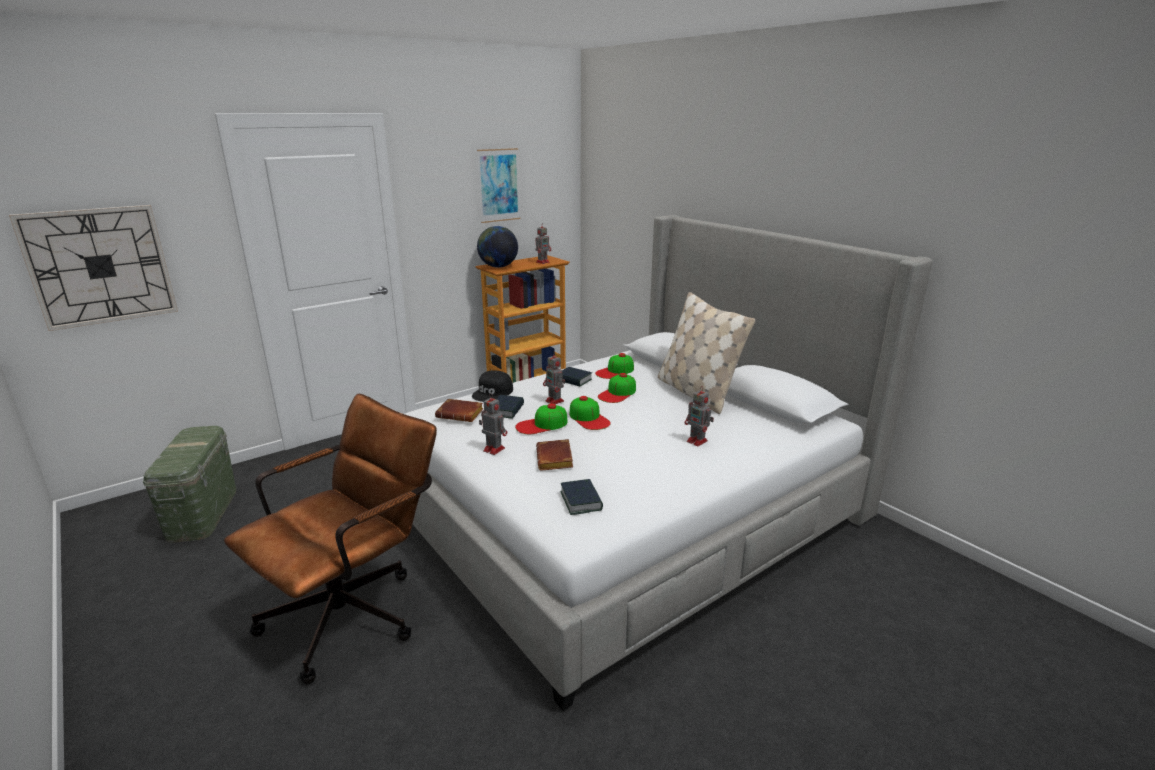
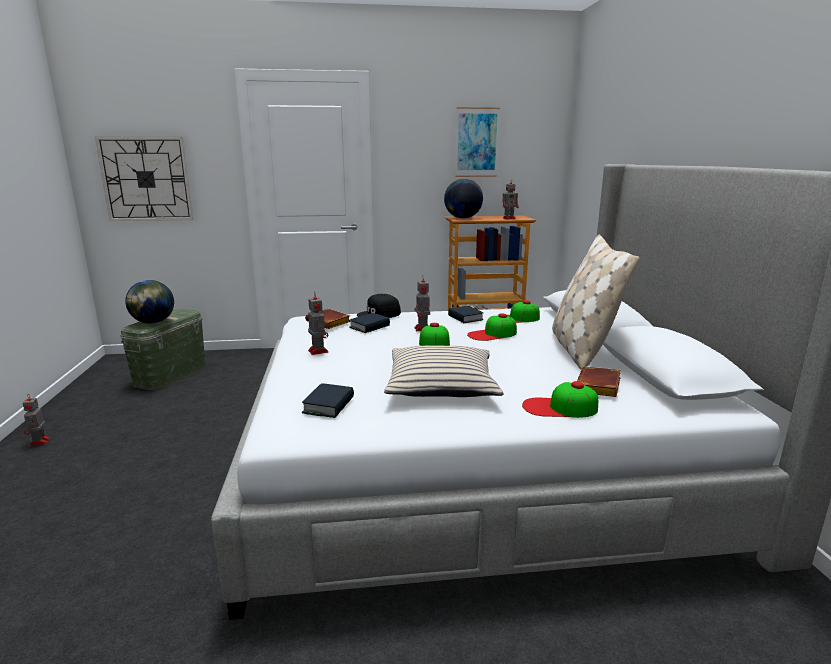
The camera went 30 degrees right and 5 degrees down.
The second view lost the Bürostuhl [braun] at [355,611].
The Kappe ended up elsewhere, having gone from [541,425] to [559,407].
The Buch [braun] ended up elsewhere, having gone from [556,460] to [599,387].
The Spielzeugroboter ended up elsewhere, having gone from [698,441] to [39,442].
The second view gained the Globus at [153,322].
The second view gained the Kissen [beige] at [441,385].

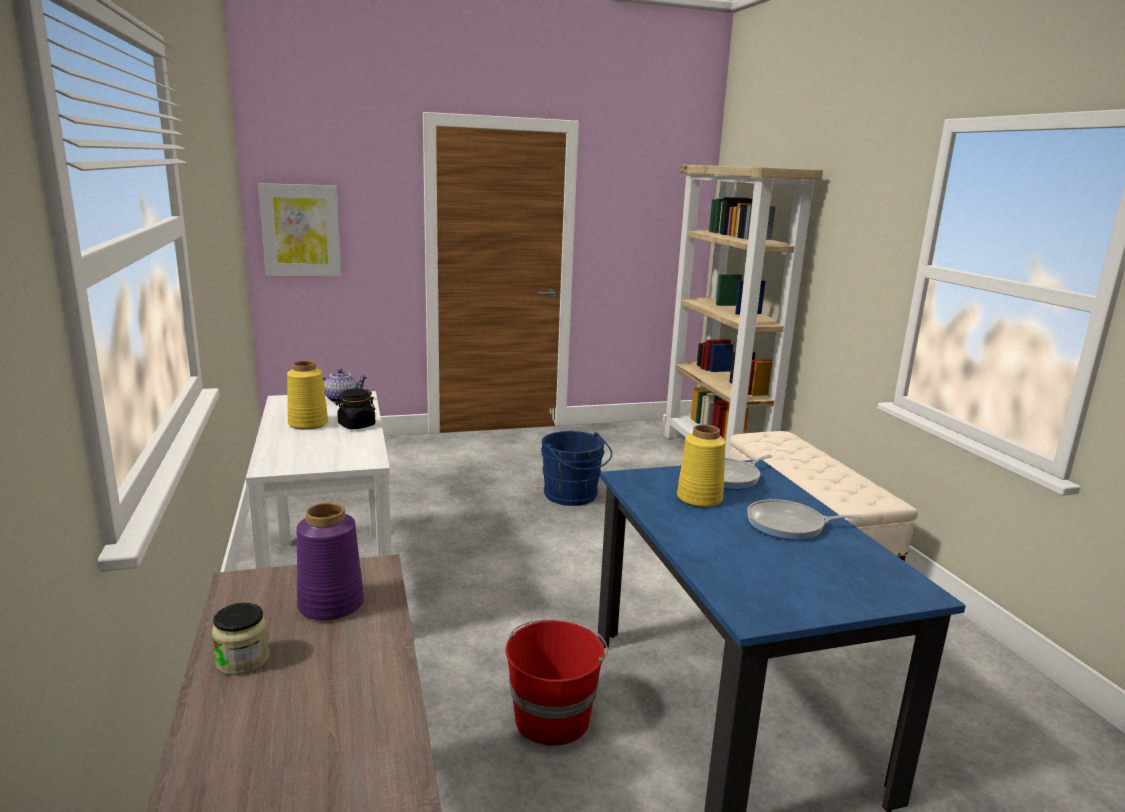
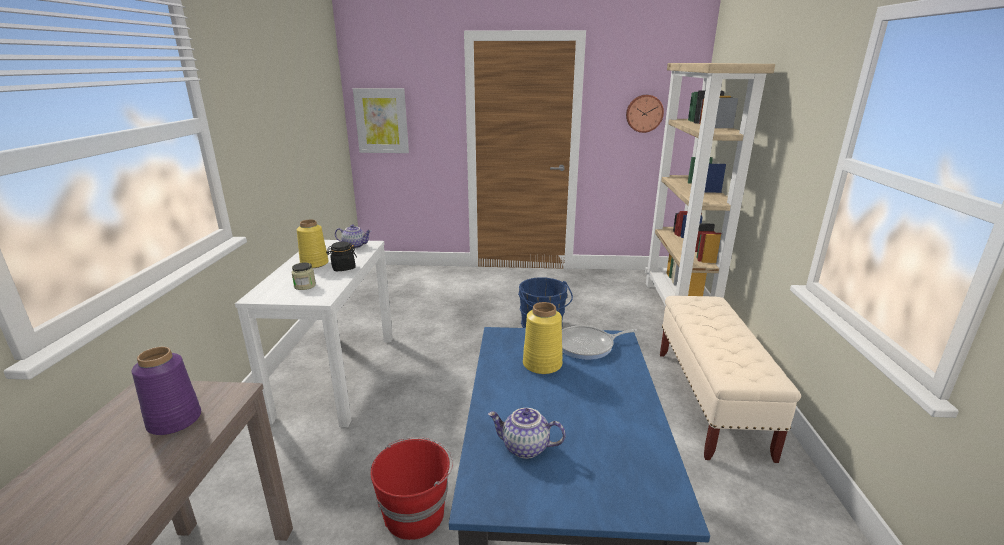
The camera went 20 degrees right and 5 degrees up.
The Vorratsglas ended up elsewhere, having gone from [243,660] to [305,286].
The second view lost the Pfanne at [789,525].
The second view gained the Teekanne at [524,448].
The second view gained the Wanduhr at [644,113].

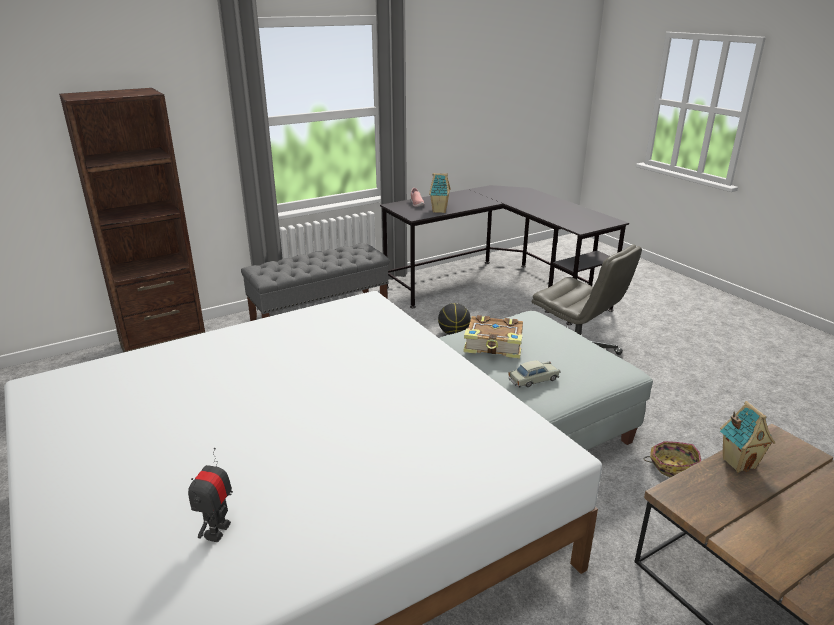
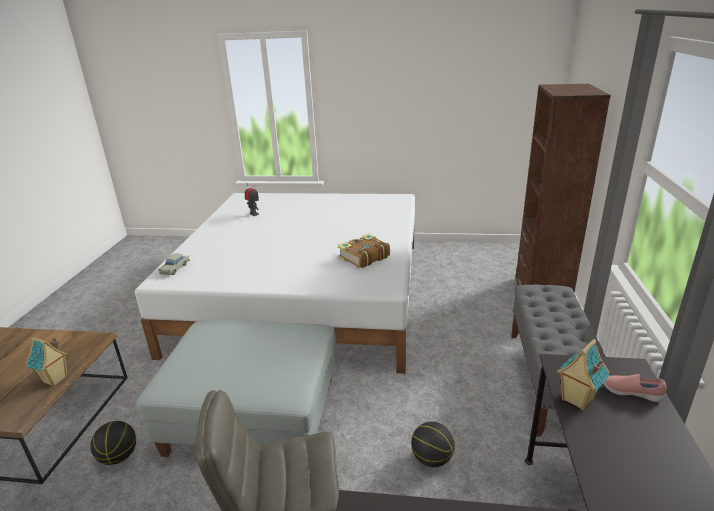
The camera went 130 degrees right and 0 degrees up.
The Buch ended up elsewhere, having gone from [494,345] to [363,257].
The Spielzeugauto [beige] ended up elsewhere, having gone from [533,379] to [175,268].
Where the Korb stood at [673,466], the Basketball came to stand at [118,457].

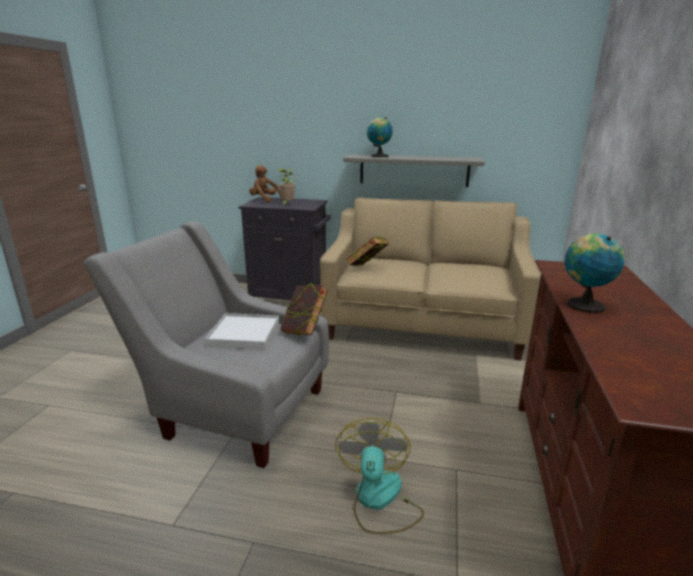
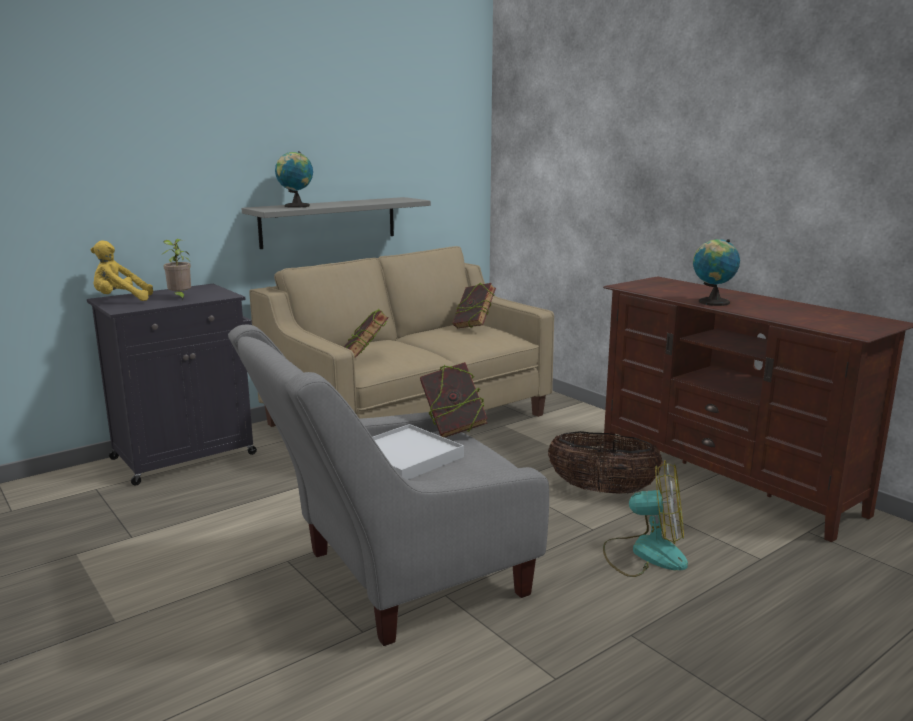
The camera went 50 degrees left and 5 degrees down.
What was the Plüschtier [braun] at [265,200] turned into the Plüschtier [gelb] at [120,300].
The Ventilator at [379,500] ended up facing another way, 150 degrees clockwise from before.
The second view gained the Buch at [474,327].
The second view gained the Korb at [602,490].

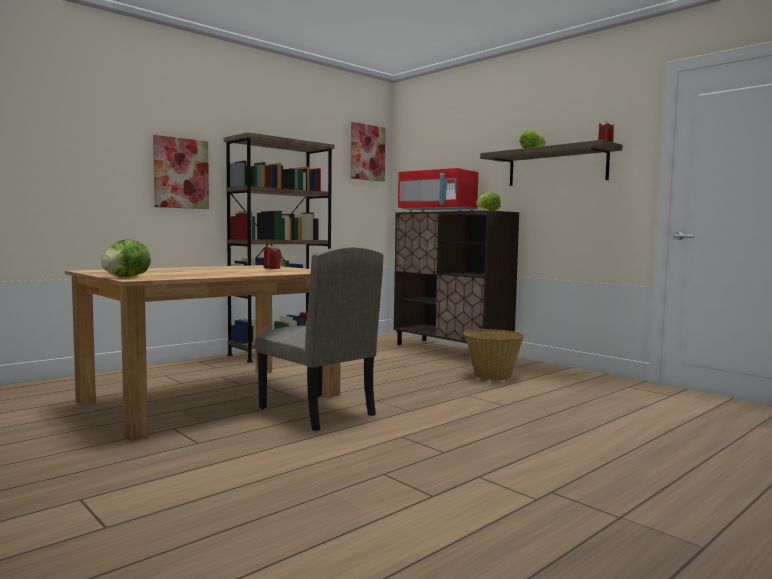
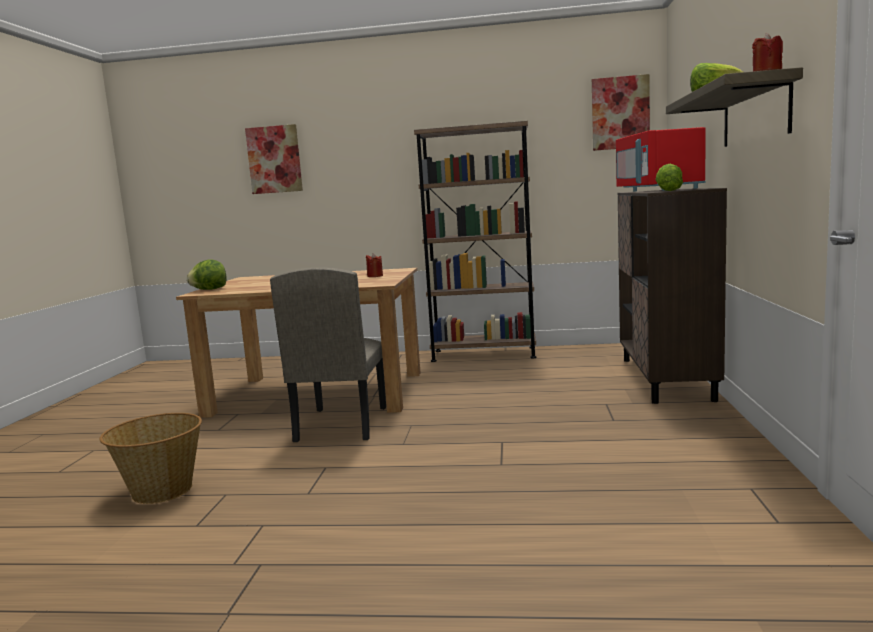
The camera went 50 degrees right and 5 degrees up.
The Bild ended up elsewhere, having gone from [181,173] to [274,159].
The Korb ended up elsewhere, having gone from [492,376] to [161,490].

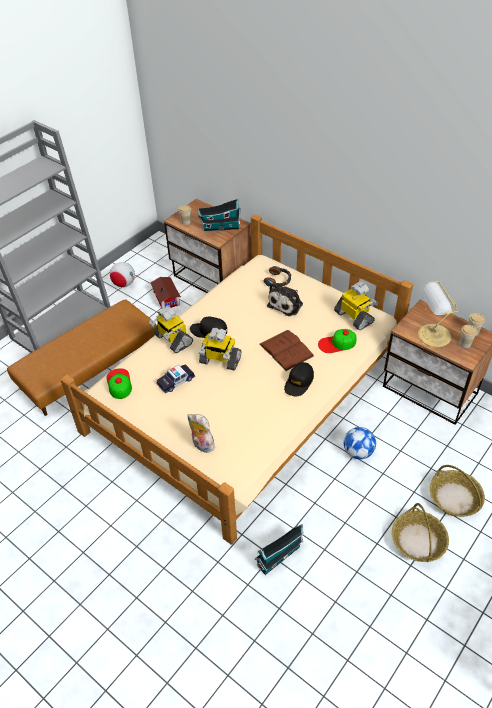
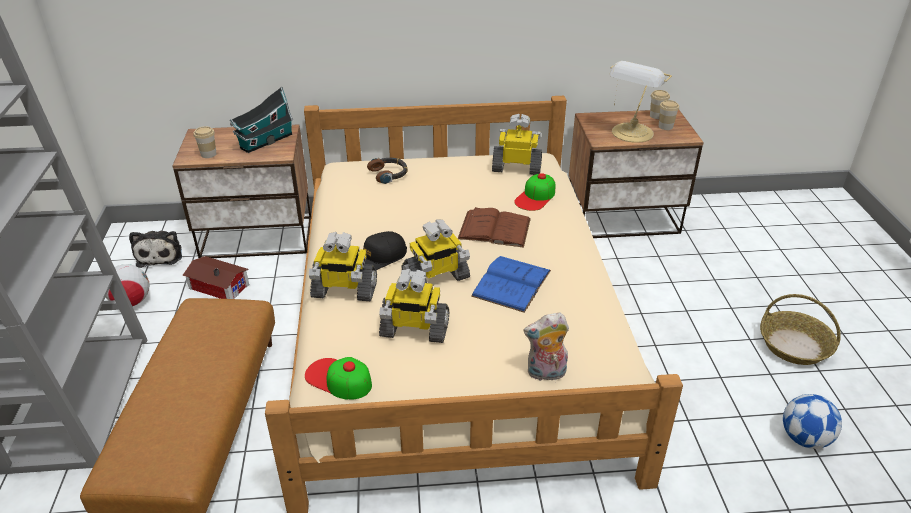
The camera went 45 degrees left and 10 degrees down.
Where the Spielzeugauto stood at [176,381], the Spielzeugroboter came to stand at [414,330].
The second view lost the Spielzeughaus at [280,555].
The Plüschtier ended up elsewhere, having gone from [286,304] to [160,255].
The second view lost the Kappe [schwarz] at [299,382].
The Fußball ended up elsewhere, having gone from [358,452] to [804,438].
The second view lost the Korb at [454,498].
The second view gained the Buch [blau] at [511,283].

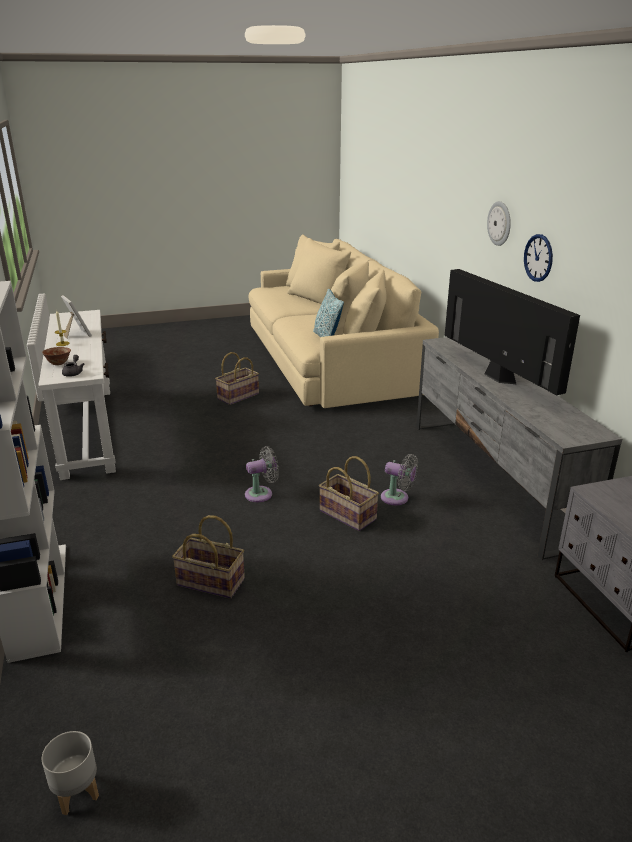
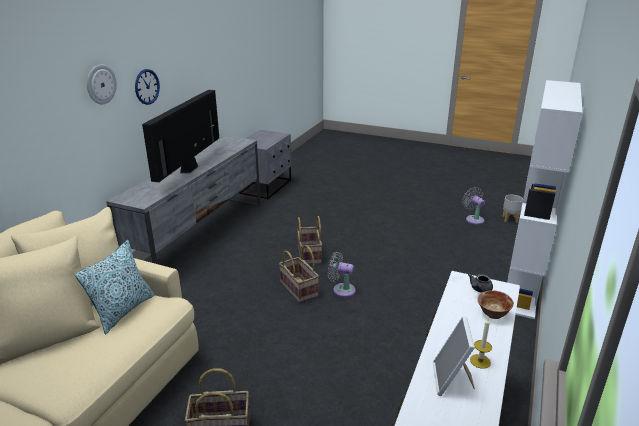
The camera went 140 degrees left and 0 degrees up.
The Korb ended up elsewhere, having gone from [210,582] to [299,289].
The Ventilator [grau] ended up elsewhere, having gone from [397,498] to [473,219].

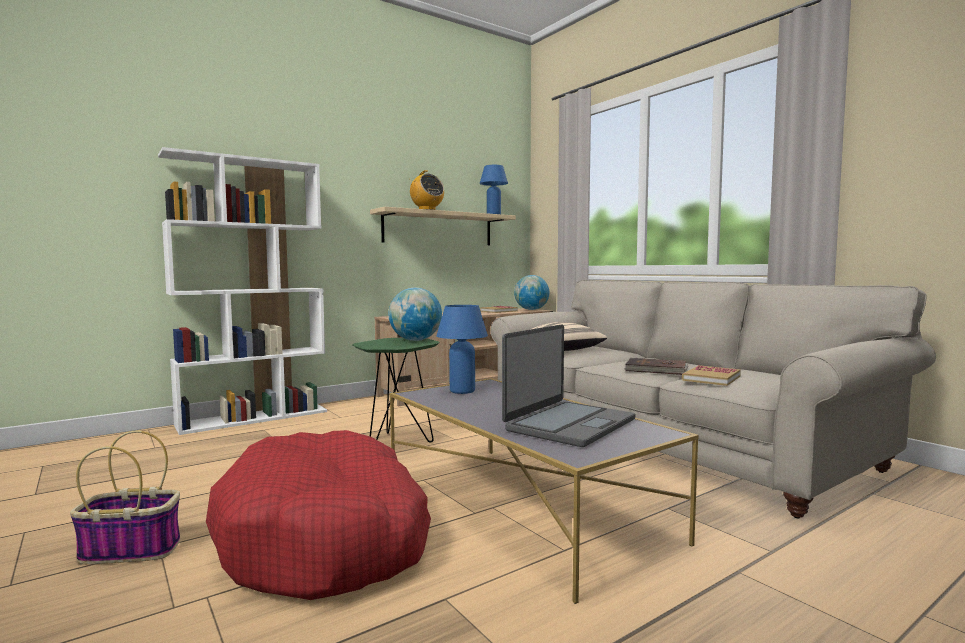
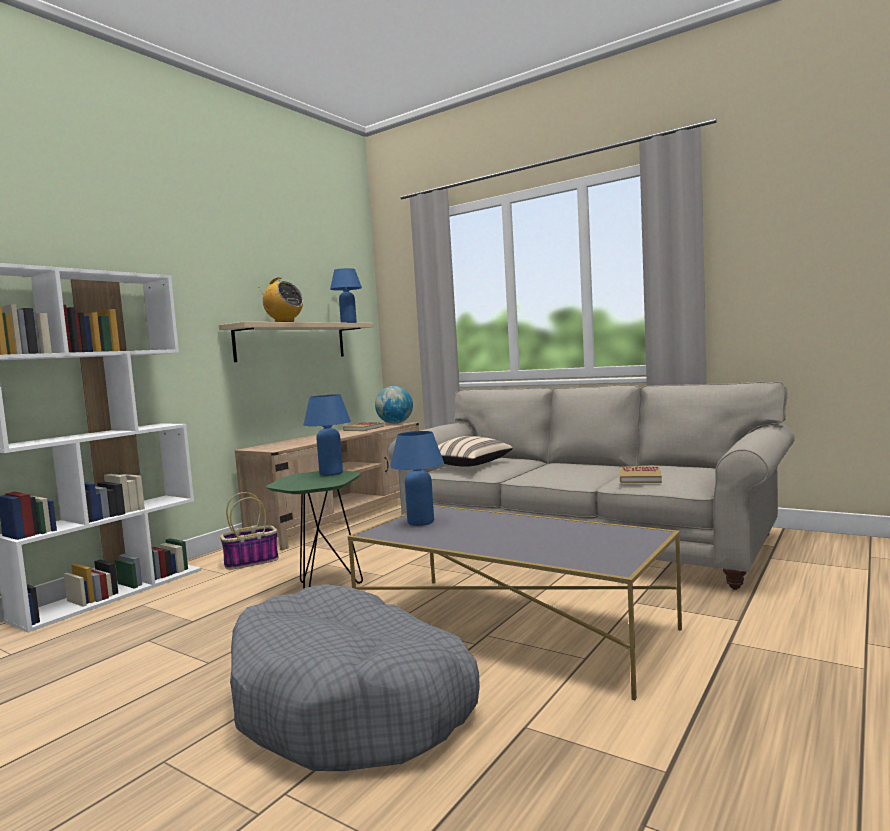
The camera went 20 degrees left and 0 degrees up.
The Korb ended up elsewhere, having gone from [133,550] to [252,561].
What was the Hundebett [rot] at [326,537] turned into the Hundebett [grau] at [351,702].
Where the Globus stood at [415,340], the Tischlampe [blau] came to stand at [331,473].
The second view lost the Laptop at [569,424].
The second view lost the Buch [braun] at [656,369].

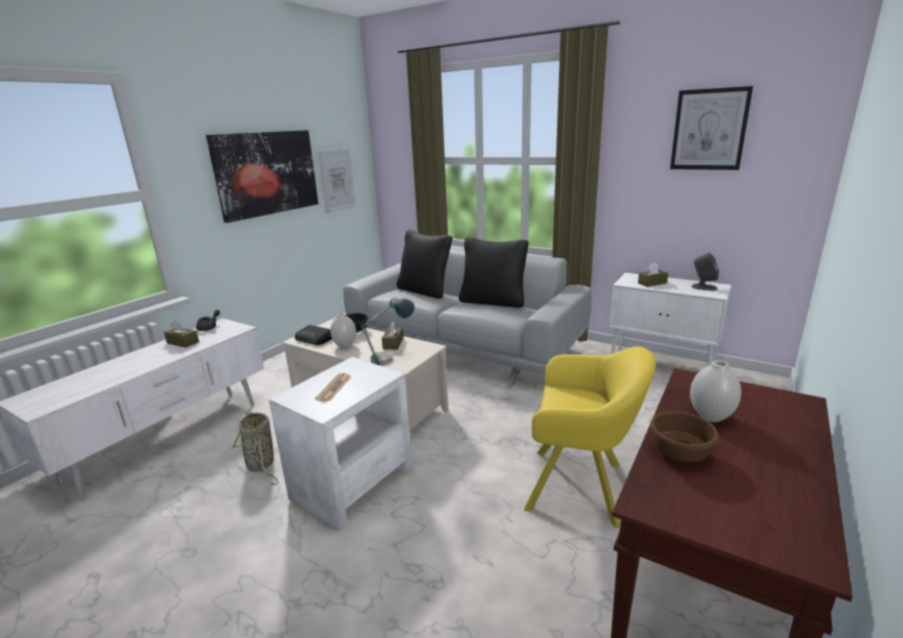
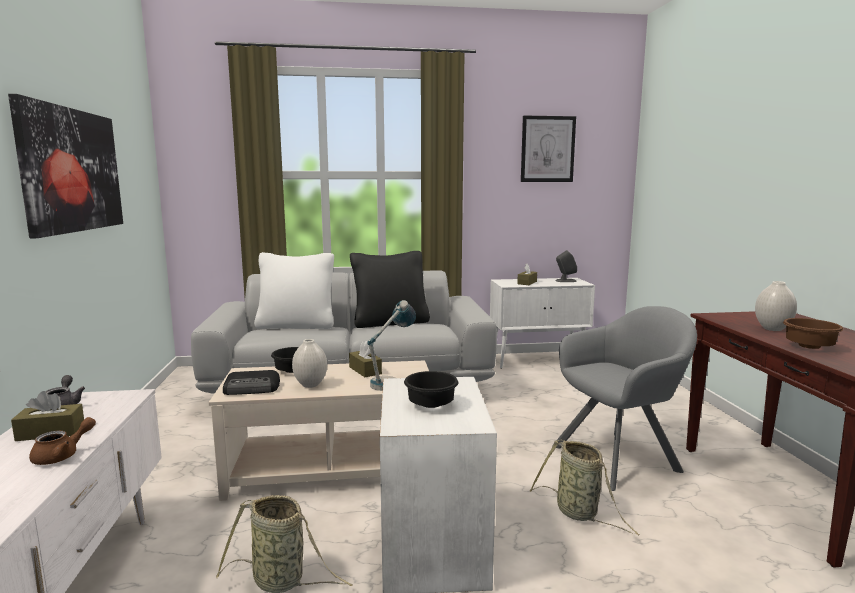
The camera went 40 degrees left and 10 degrees down.
Where the Zeitung stood at [334,388], the Schüssel [schwarz] came to stand at [432,405].
The second view lost the Bild at [337,180].
What was the Kissen [schwarz] at [425,291] turned into the Kissen [weiß] at [296,326].
What was the Sessel [gelb] at [581,487] turned into the Sessel [grau] at [621,457].
The second view gained the Teekanne [braun] at [62,455].
The second view gained the Korb at [579,513].

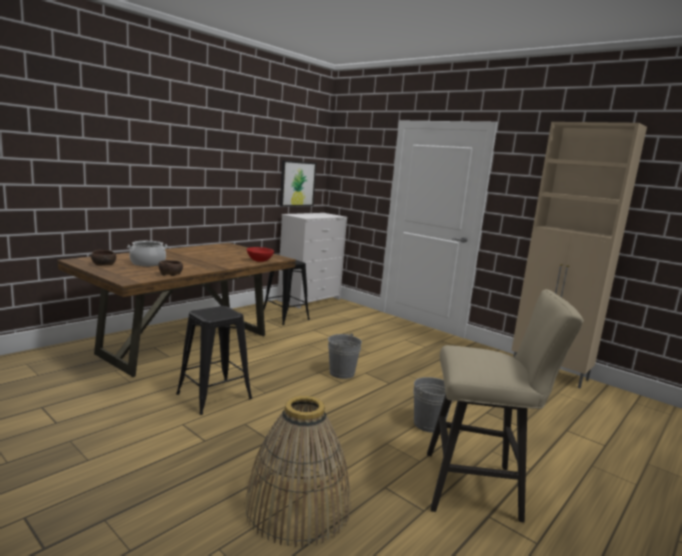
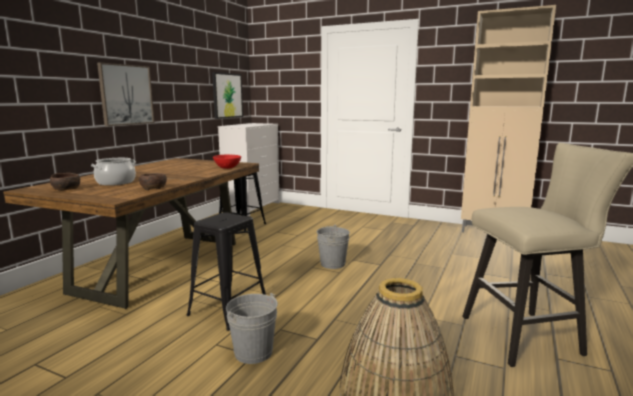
The camera went 15 degrees left and 0 degrees up.
The Eimer [grau] ended up elsewhere, having gone from [428,424] to [253,352].
The second view gained the Bild at [126,95].

